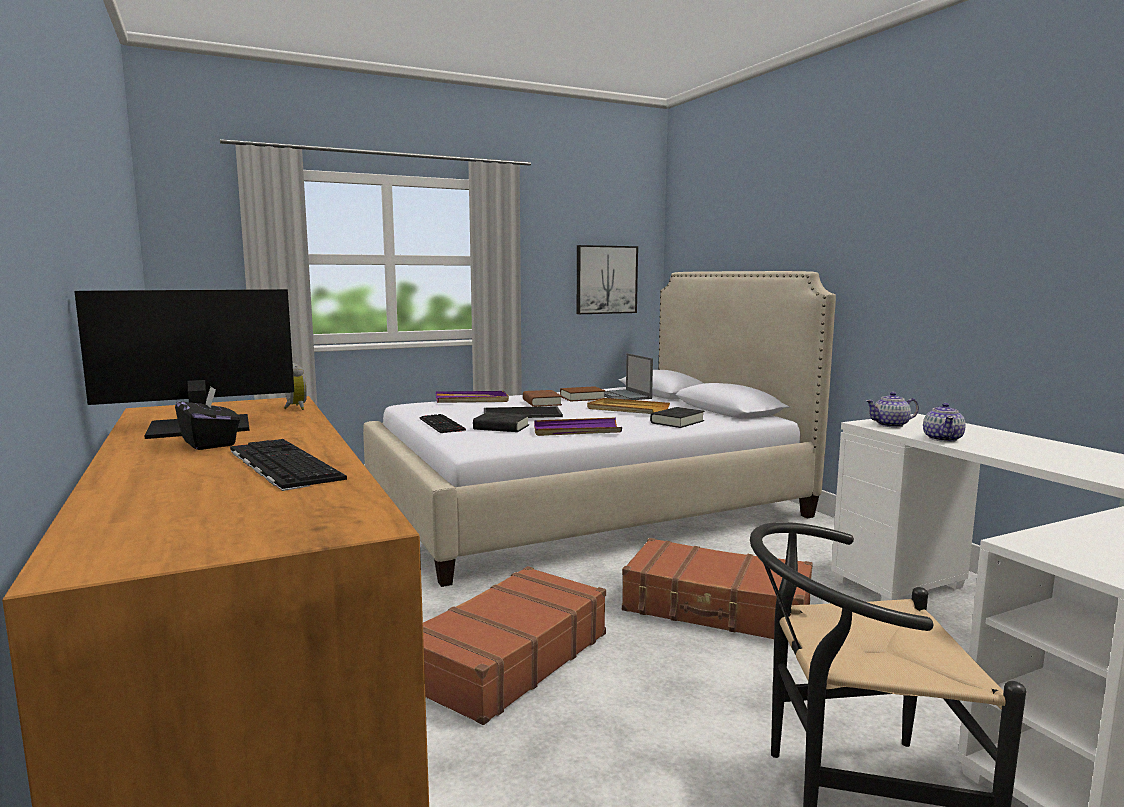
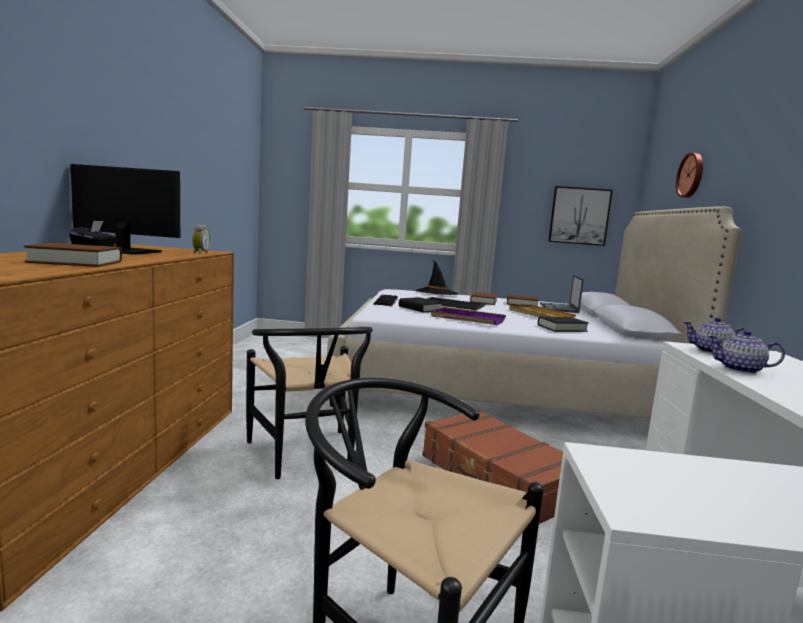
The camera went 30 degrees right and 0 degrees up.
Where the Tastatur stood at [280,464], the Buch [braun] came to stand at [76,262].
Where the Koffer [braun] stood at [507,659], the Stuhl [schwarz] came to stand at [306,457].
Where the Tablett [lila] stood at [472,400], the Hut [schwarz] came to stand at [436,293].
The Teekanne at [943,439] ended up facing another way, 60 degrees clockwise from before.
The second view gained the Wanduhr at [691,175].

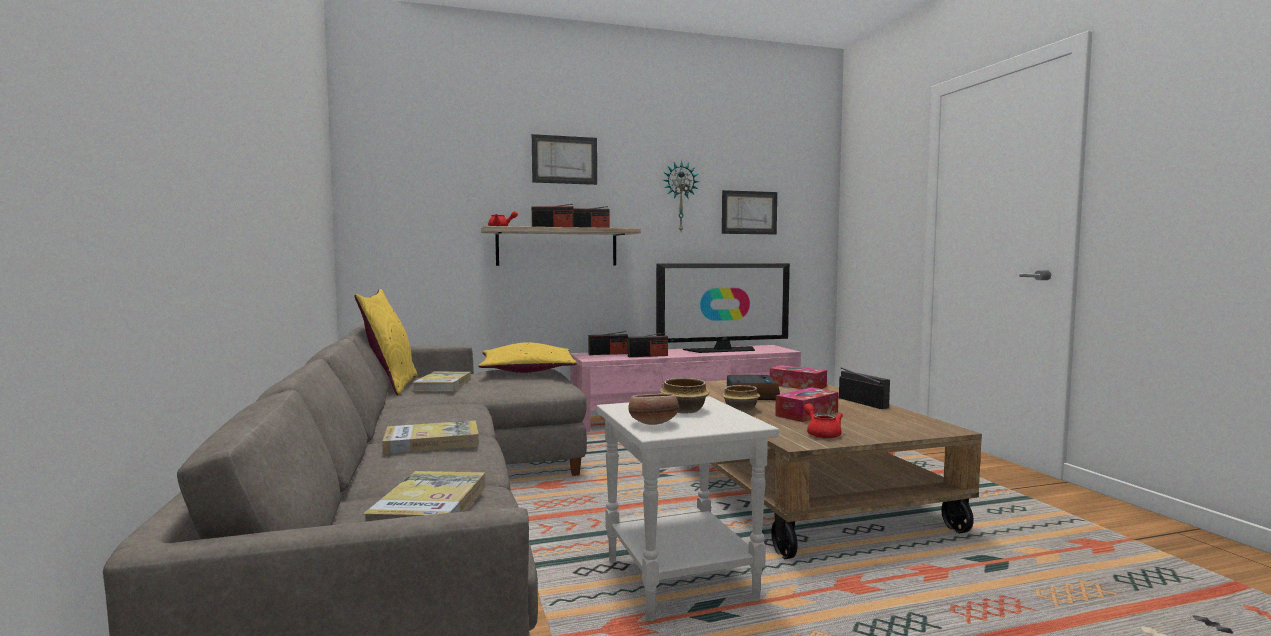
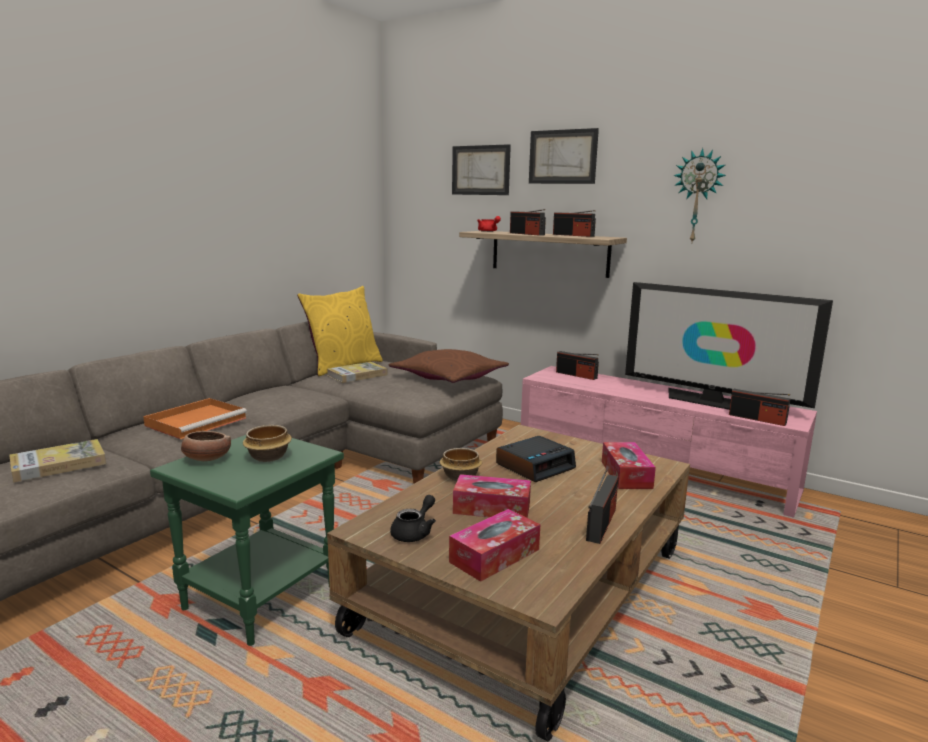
The camera went 50 degrees right and 10 degrees up.
Where the Buch stood at [432,442], the Tablett [orange] came to stand at [197,421].
What was the Kissen [gelb] at [527,371] turned into the Kissen [braun] at [448,377].
What was the Beistelltisch [weiß] at [683,580] turned into the Beistelltisch [grün] at [261,599].
The Radio ended up elsewhere, having gone from [648,356] to [757,419].
The Bild ended up elsewhere, having gone from [749,212] to [480,170].
What was the Teekanne [rot] at [821,434] turned into the Teekanne [schwarz] at [414,532].
The second view gained the Taschentuchbox at [494,555].

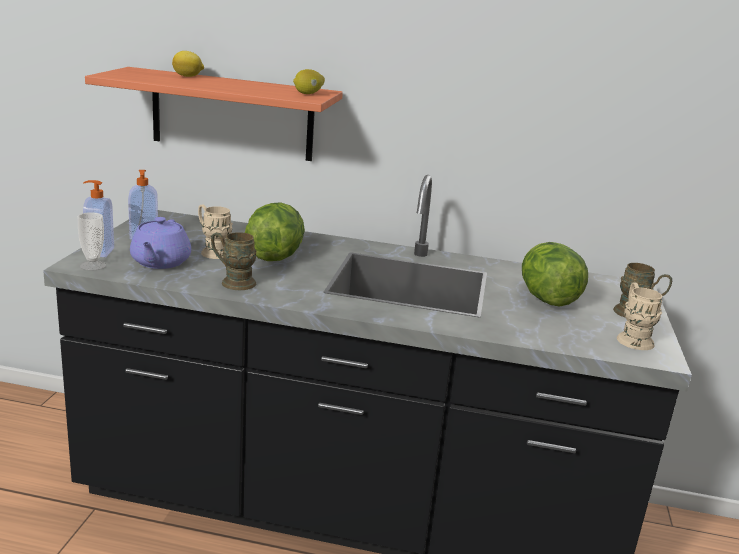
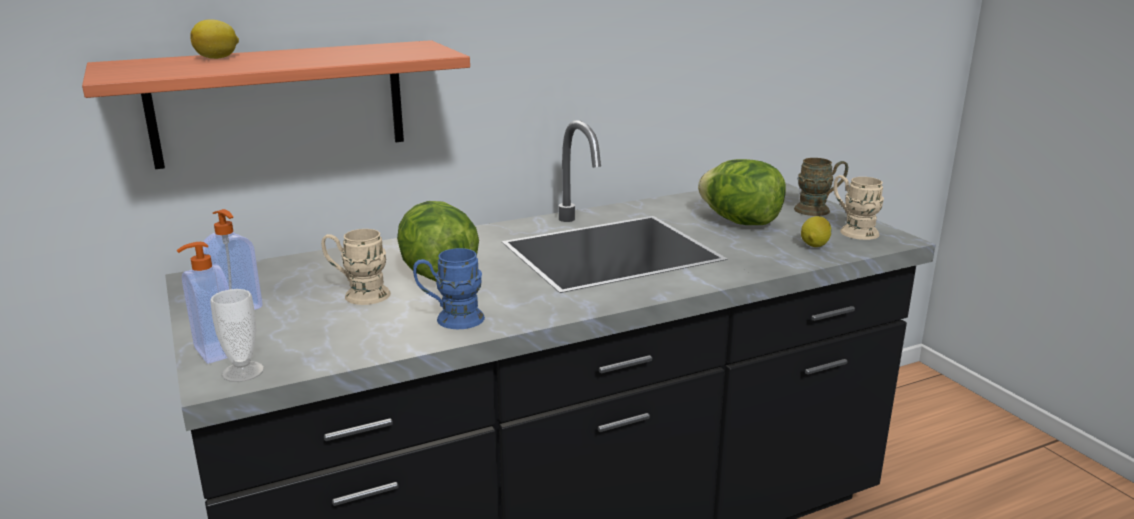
The camera went 35 degrees left and 0 degrees up.
The second view lost the Teekanne [lila] at [160,262].
What was the Henkelbecher [braun] at [232,282] turned into the Henkelbecher [blau] at [451,319].
The Zitrone ended up elsewhere, having gone from [308,94] to [815,245].

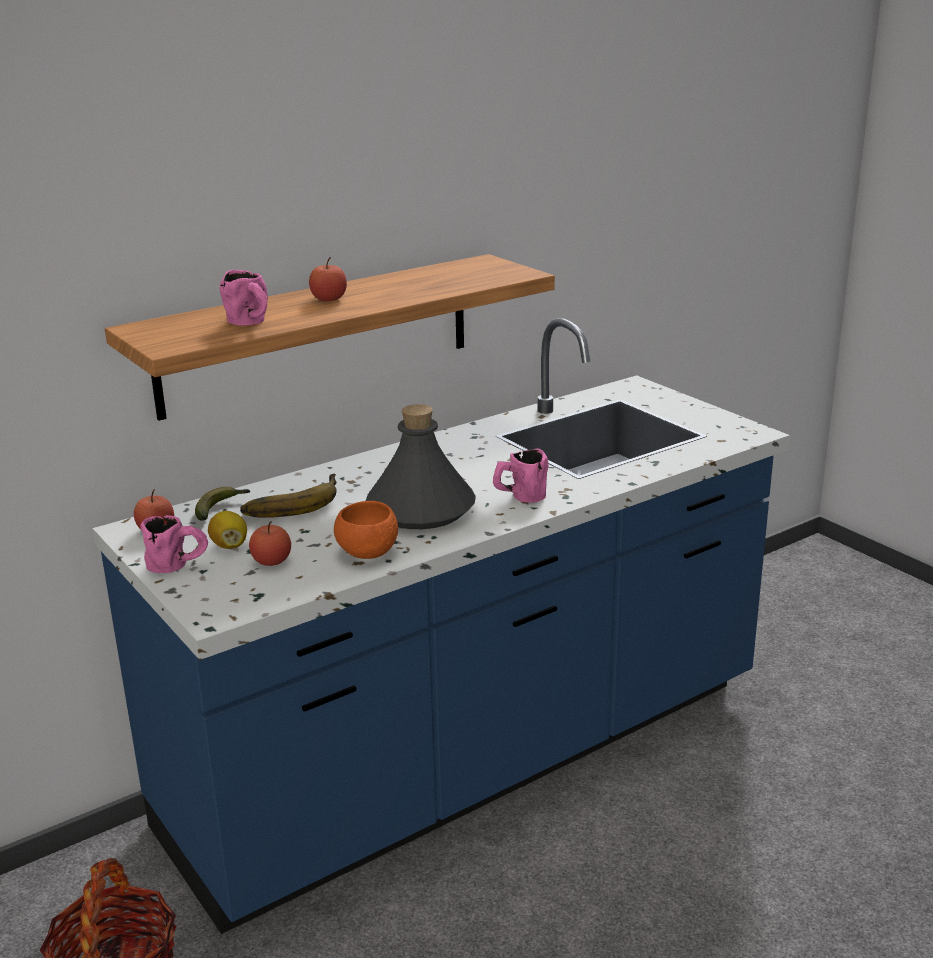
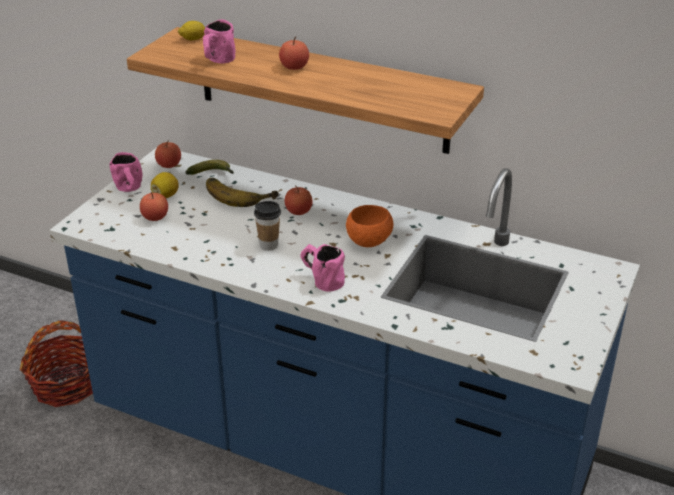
The camera went 60 degrees right and 10 degrees up.
The Schüssel [orange] ended up elsewhere, having gone from [367,553] to [368,241].
Where the Flasche [grau] stood at [421,509], the Tasse came to stand at [268,245].
The second view gained the Zitrone at [193,39].
The second view gained the Apfel at [298,211].

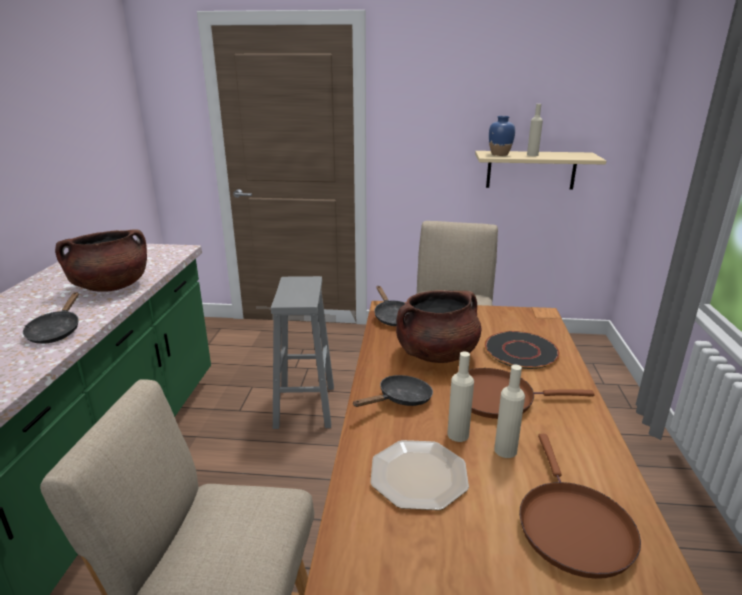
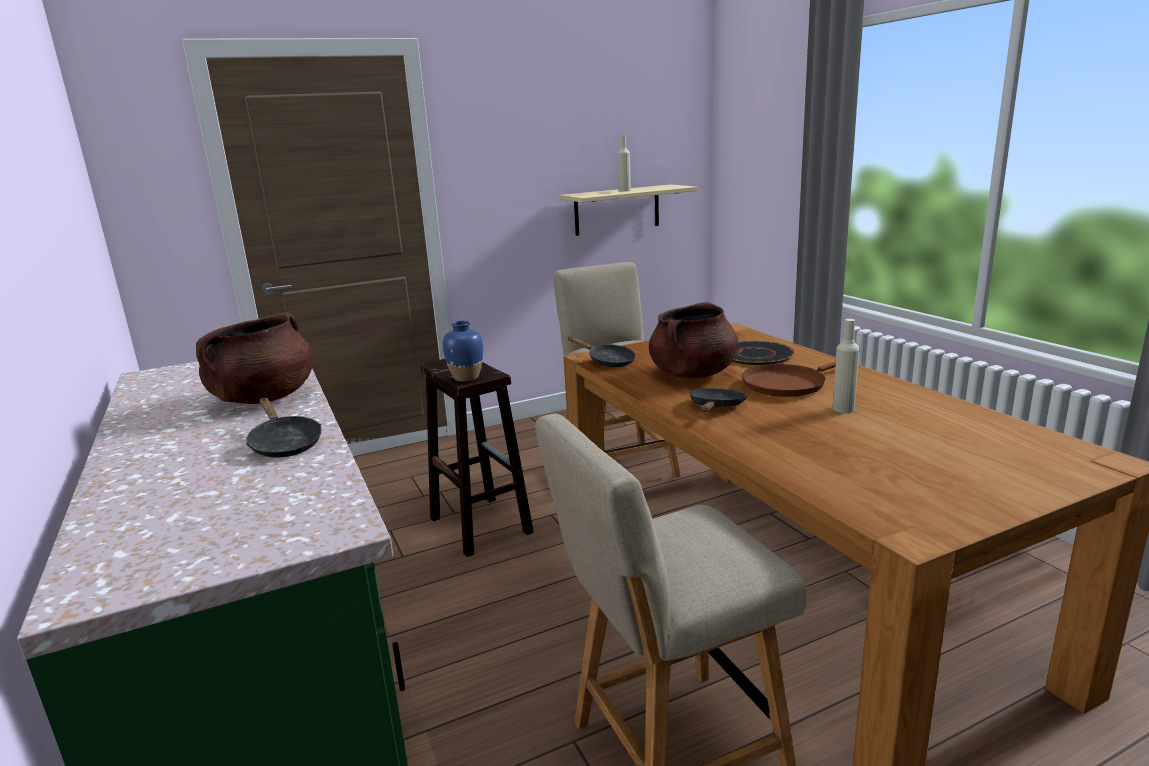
The camera went 30 degrees left and 5 degrees down.
What was the Hocker [grau] at [304,405] turned into the Hocker [braun] at [479,525].
The second view lost the Teller at [419,475].
The second view lost the Flasche [beige] at [458,434].
The Vase [blau] ended up elsewhere, having gone from [499,154] to [466,377].
The second view lost the Pfanne [braun] at [572,526].

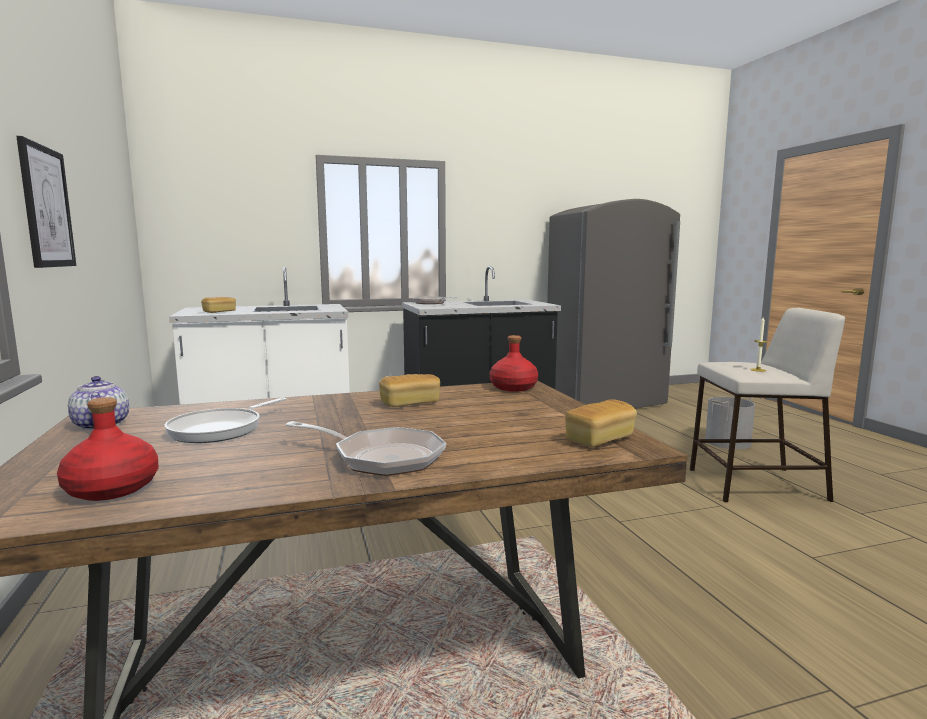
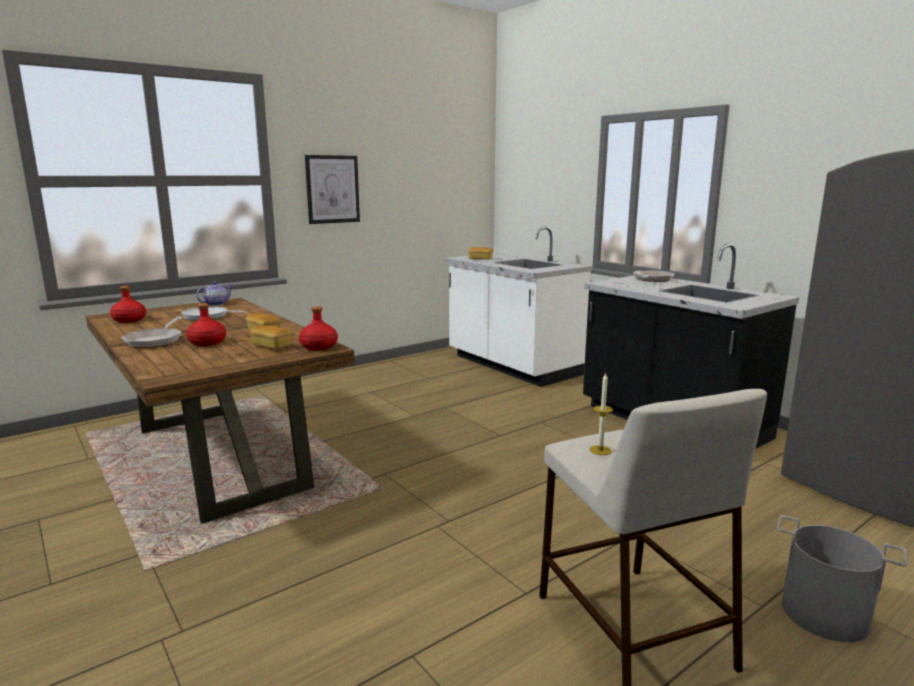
The camera went 70 degrees right and 5 degrees up.
The Brot ended up elsewhere, having gone from [599,439] to [271,346].
The second view gained the Flasche [rot] at [207,343].

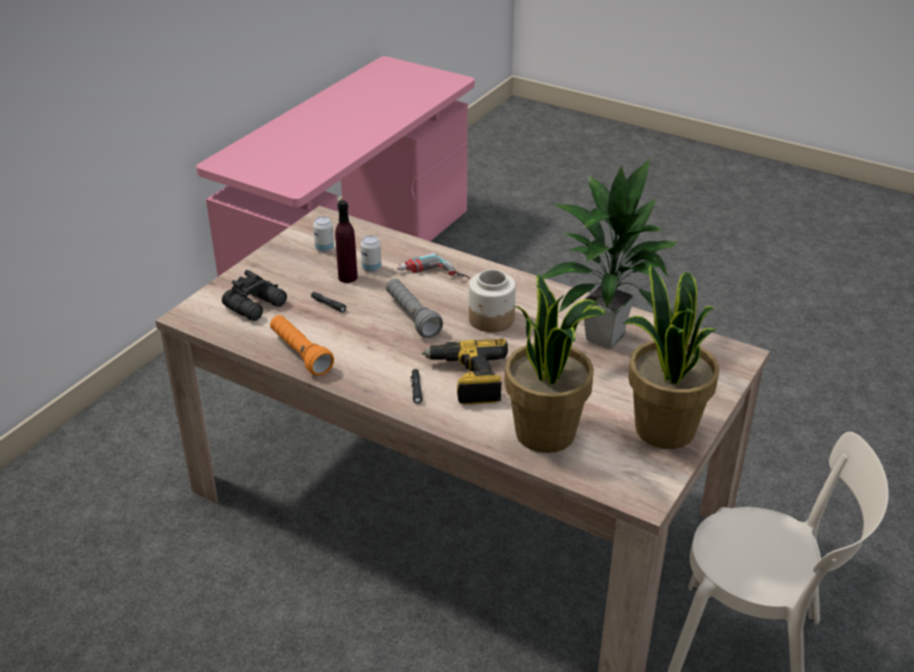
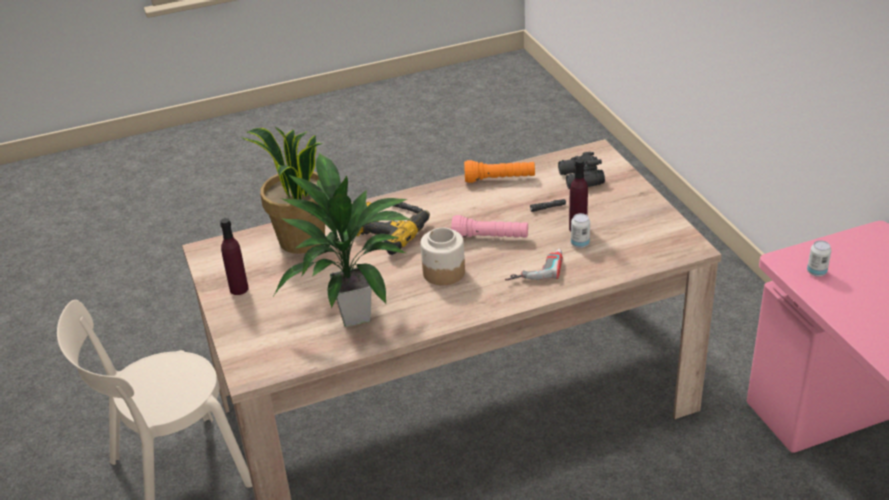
The camera went 130 degrees right and 0 degrees up.
The Dose ended up elsewhere, having gone from [324,248] to [816,272].
What was the Taschenlampe [grau] at [412,316] turned into the Taschenlampe [rosa] at [490,238].
Where the Topfpflanze stood at [663,429], the Flasche [lila] came to stand at [239,289].

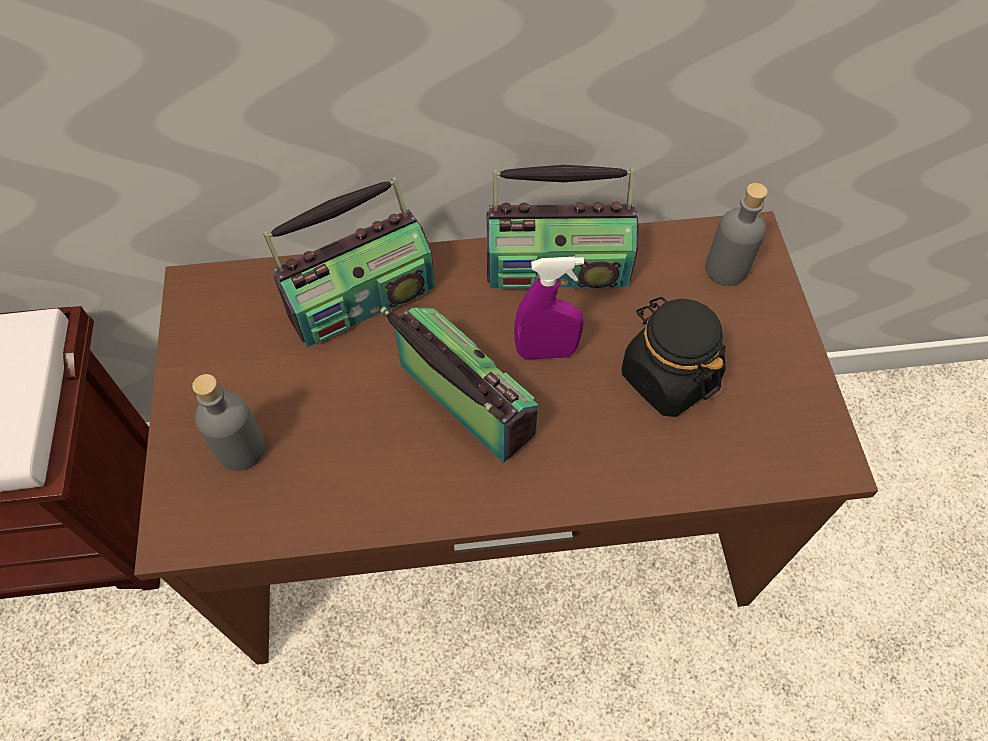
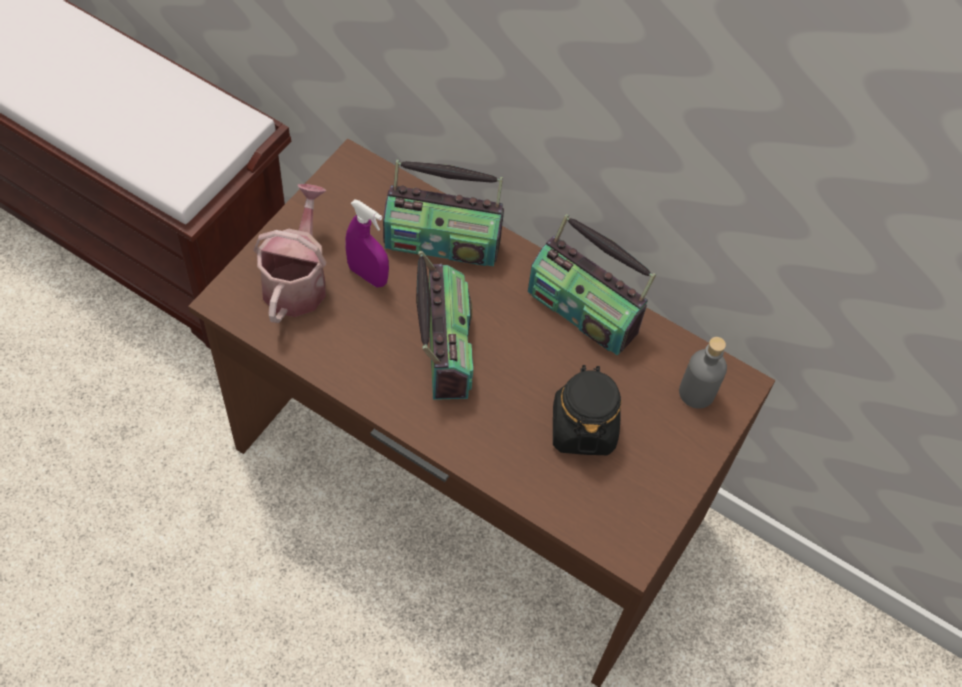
The camera went 35 degrees right and 0 degrees up.
Where the Flasche [grau] stood at [241,449], the Gießkanne came to stand at [297,280].
The Sprühflasche [lila] ended up elsewhere, having gone from [546,352] to [368,275].

